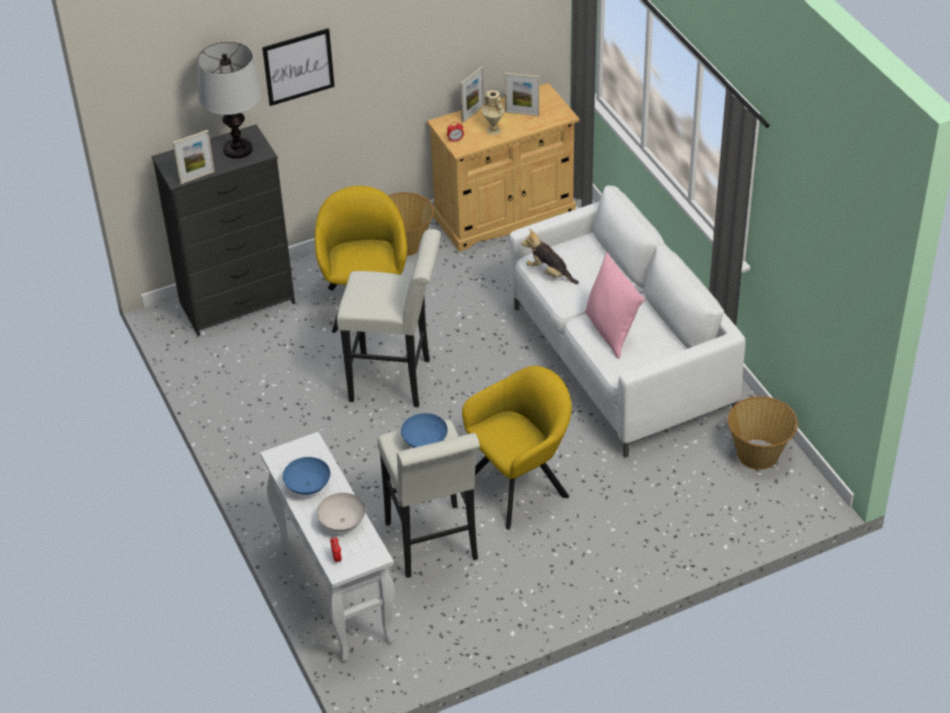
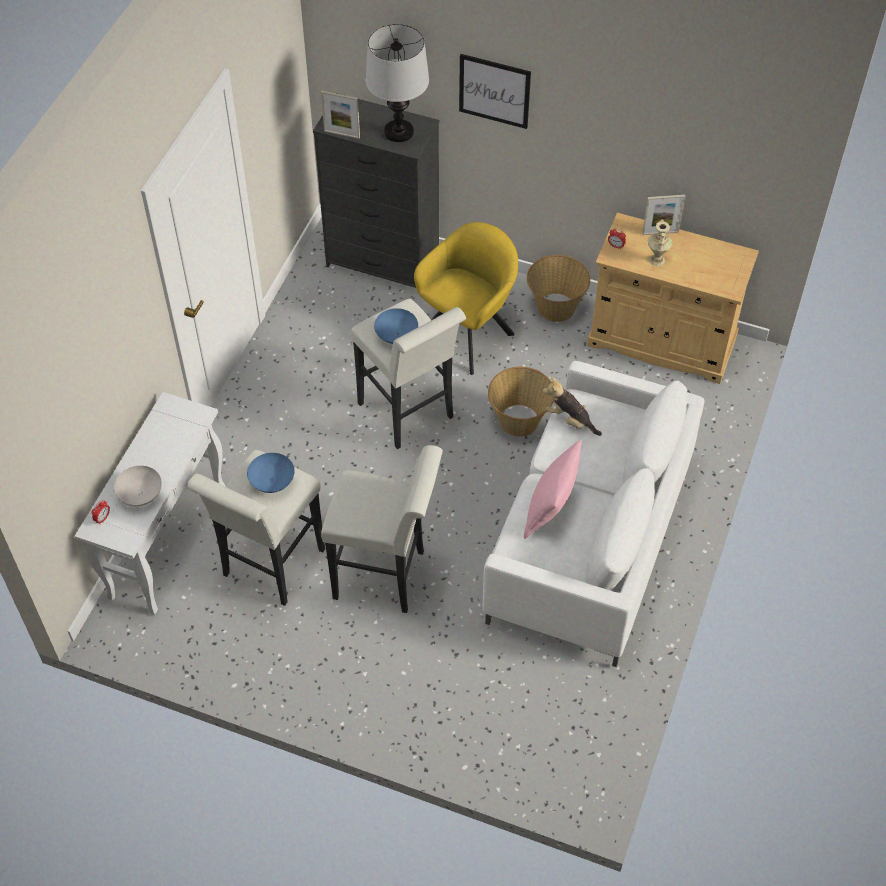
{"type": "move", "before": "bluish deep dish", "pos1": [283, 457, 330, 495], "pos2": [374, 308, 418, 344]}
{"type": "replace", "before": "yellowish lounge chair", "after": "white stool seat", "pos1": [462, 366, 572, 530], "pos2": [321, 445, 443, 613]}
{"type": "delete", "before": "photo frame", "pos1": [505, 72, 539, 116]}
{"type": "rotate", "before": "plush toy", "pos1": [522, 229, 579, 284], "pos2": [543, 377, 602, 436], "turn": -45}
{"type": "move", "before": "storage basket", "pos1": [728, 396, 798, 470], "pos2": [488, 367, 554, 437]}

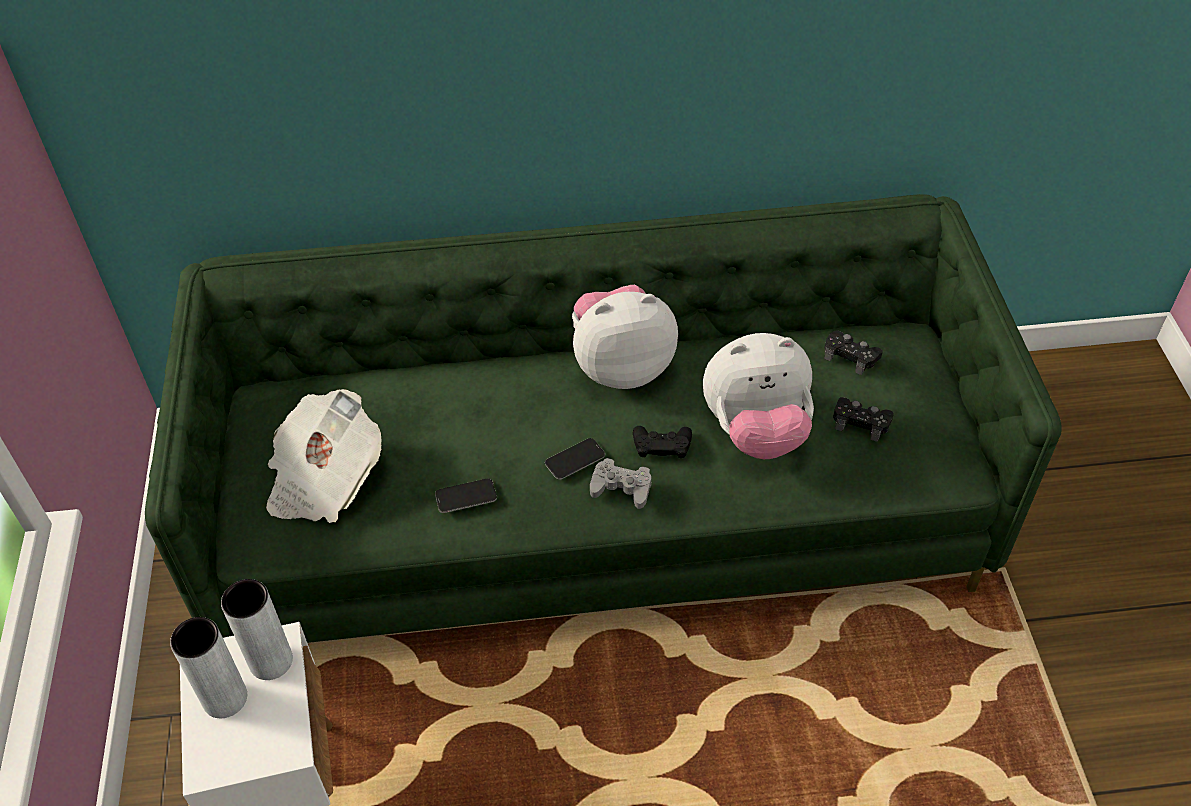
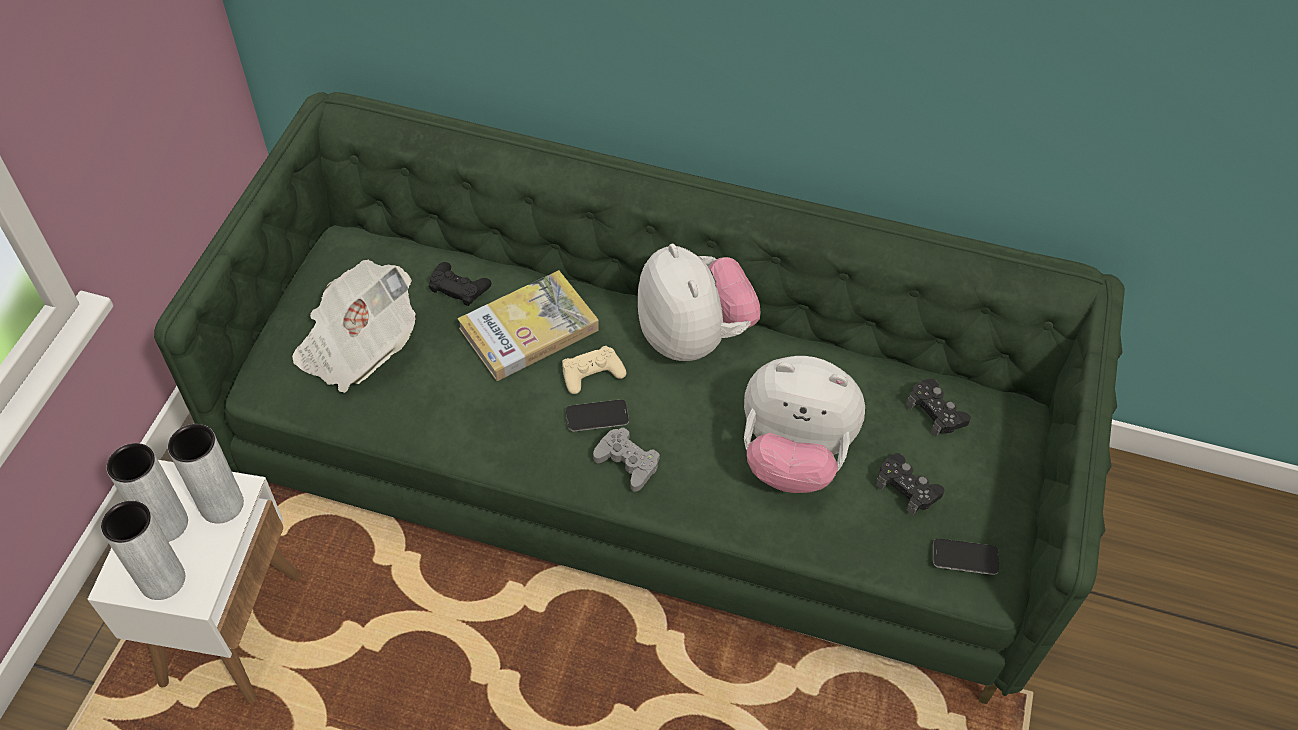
{"type": "move", "before": "telephone", "pos1": [435, 478, 497, 513], "pos2": [933, 539, 999, 575]}
{"type": "rotate", "before": "plush toy", "pos1": [572, 285, 678, 389], "pos2": [638, 244, 760, 361], "turn": 60}
{"type": "move", "before": "black gamepad", "pos1": [633, 426, 692, 458], "pos2": [428, 262, 491, 306]}
{"type": "insert", "after": "greyish flower vase", "pos2": [101, 501, 185, 600]}
{"type": "insert", "after": "bound book", "pos2": [457, 270, 599, 381]}
{"type": "insert", "after": "beige gamepad", "pos2": [562, 346, 626, 394]}

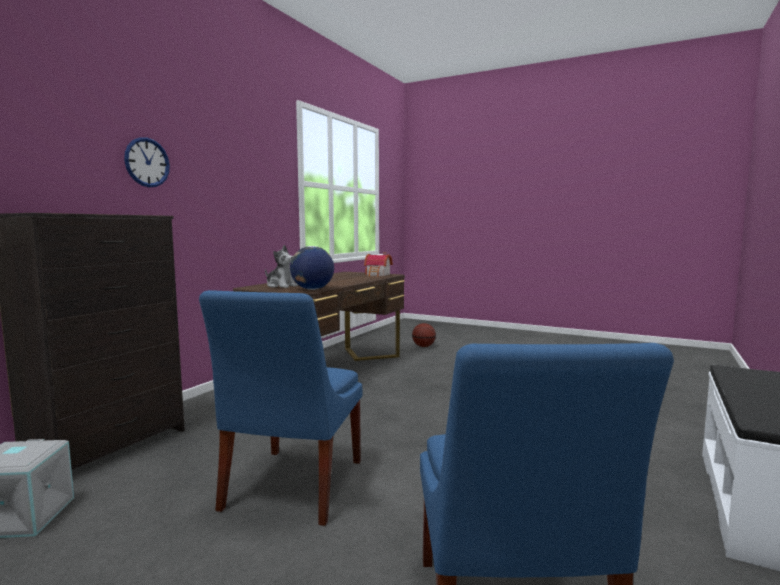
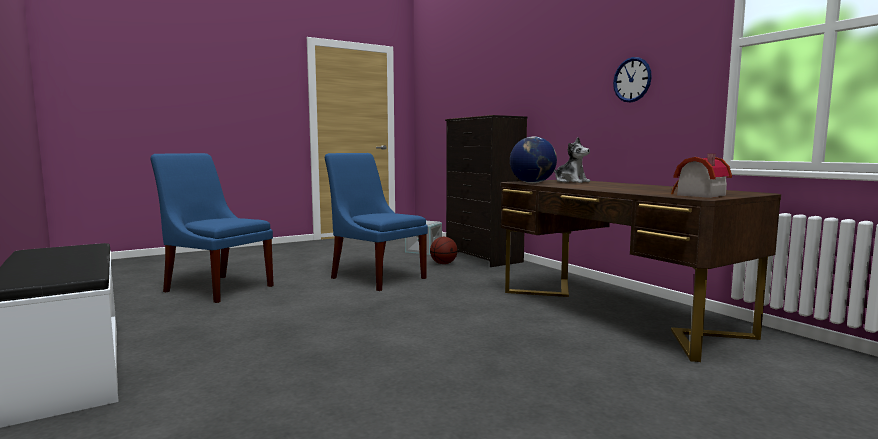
{"type": "move", "before": "hanging clock", "pos1": [124, 137, 170, 187], "pos2": [613, 57, 652, 102]}
{"type": "rotate", "before": "plush toy", "pos1": [265, 245, 298, 288], "pos2": [554, 137, 590, 183], "turn": -105}
{"type": "move", "before": "basketball ball", "pos1": [412, 323, 436, 347], "pos2": [430, 237, 458, 264]}

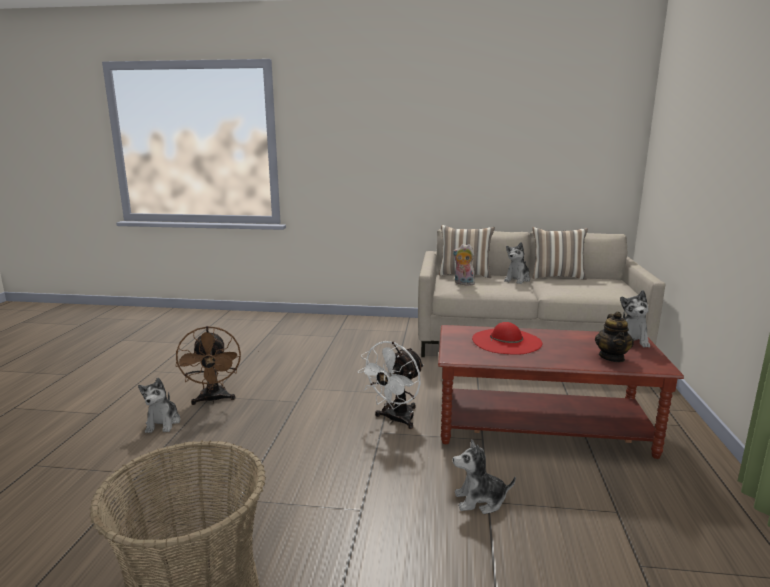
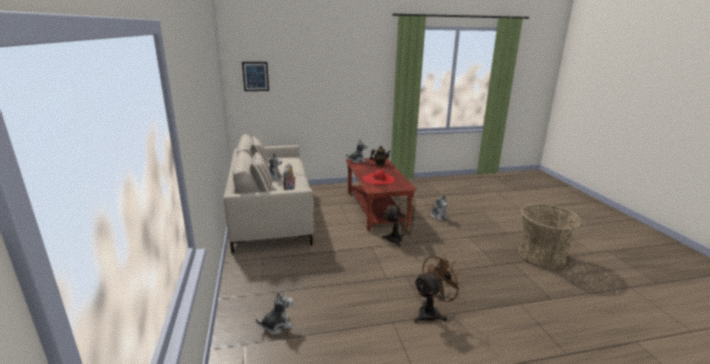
{"type": "move", "before": "plush toy", "pos1": [138, 378, 181, 433], "pos2": [256, 291, 293, 334]}
{"type": "recolor", "before": "white electric fan", "after": "brown electric fan", "pos1": [358, 341, 424, 429], "pos2": [382, 198, 416, 247]}
{"type": "insert", "after": "wall picture", "pos2": [242, 62, 269, 91]}

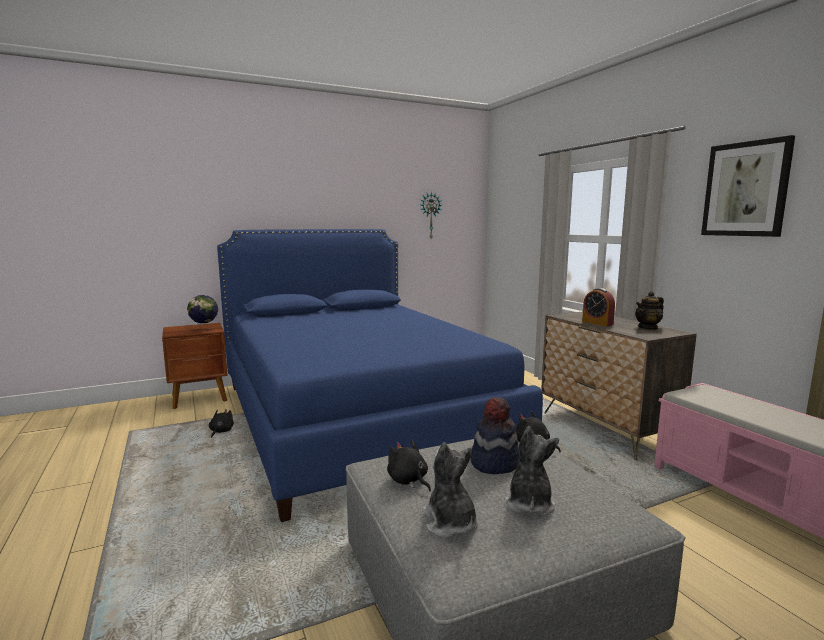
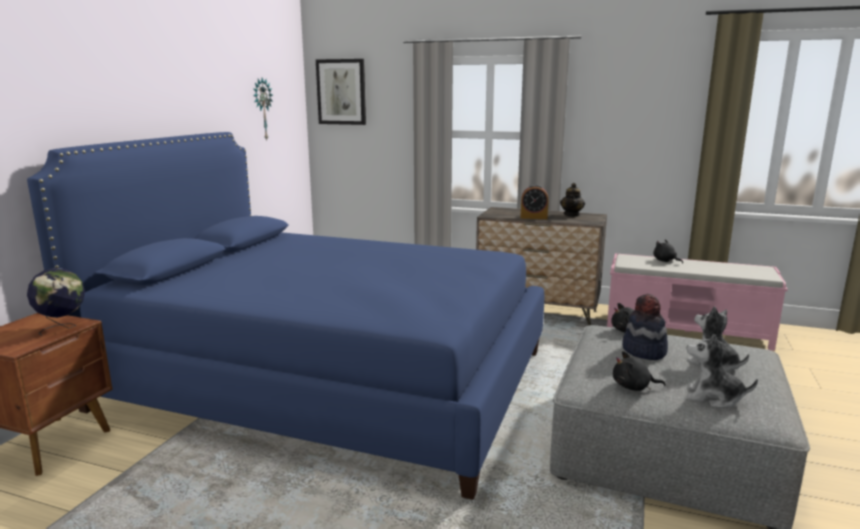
{"type": "move", "before": "black plush toy", "pos1": [209, 409, 234, 438], "pos2": [653, 239, 683, 264]}
{"type": "move", "before": "wall picture", "pos1": [701, 135, 795, 237], "pos2": [316, 59, 366, 125]}

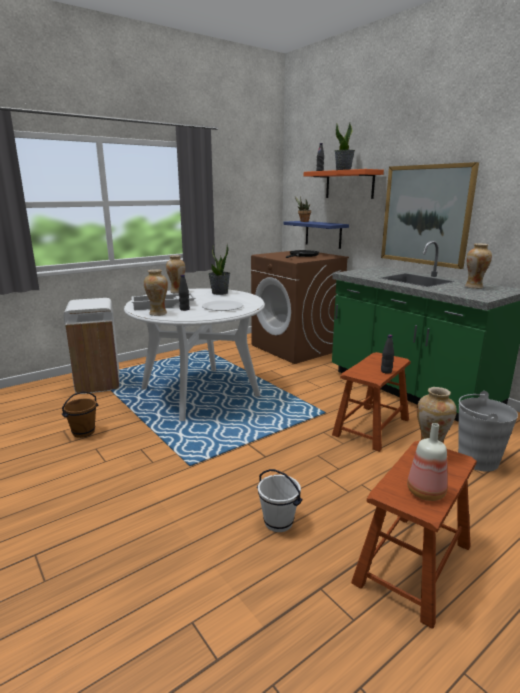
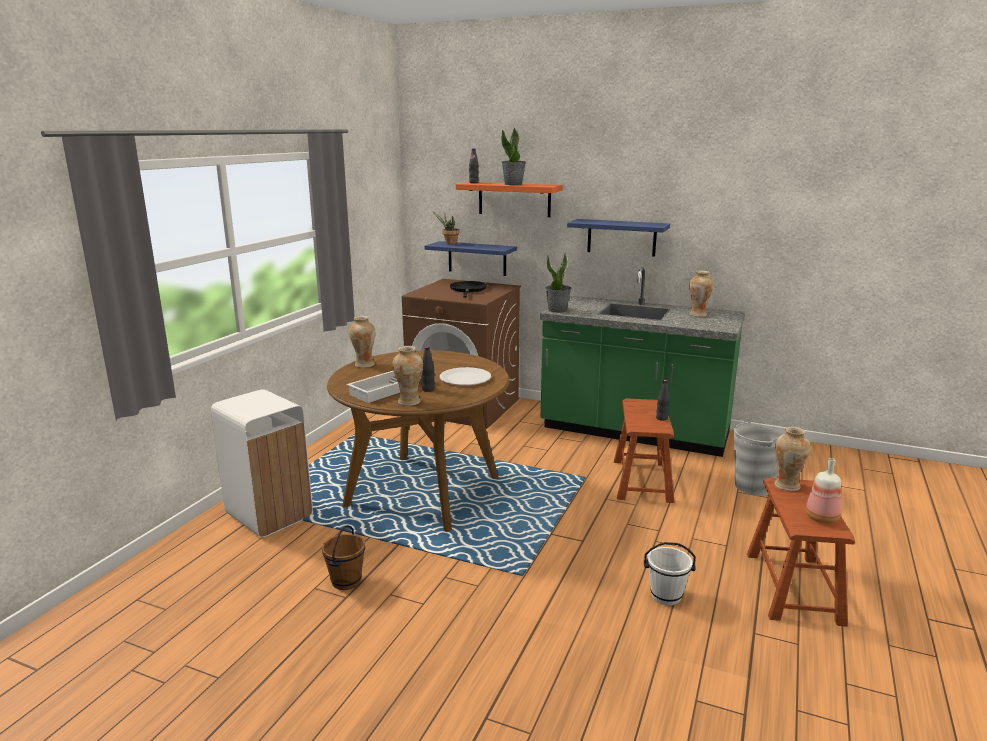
{"type": "recolor", "before": "white dining table", "after": "brown dining table", "pos1": [124, 288, 265, 421], "pos2": [327, 350, 510, 532]}
{"type": "move", "before": "houseplant", "pos1": [209, 244, 230, 295], "pos2": [546, 253, 571, 313]}
{"type": "replace", "before": "wall picture", "after": "bluish wall shelf", "pos1": [381, 162, 479, 269], "pos2": [567, 219, 670, 257]}

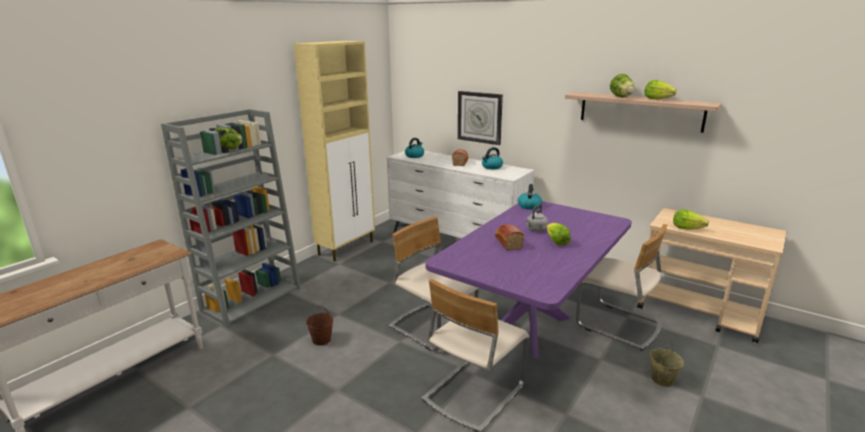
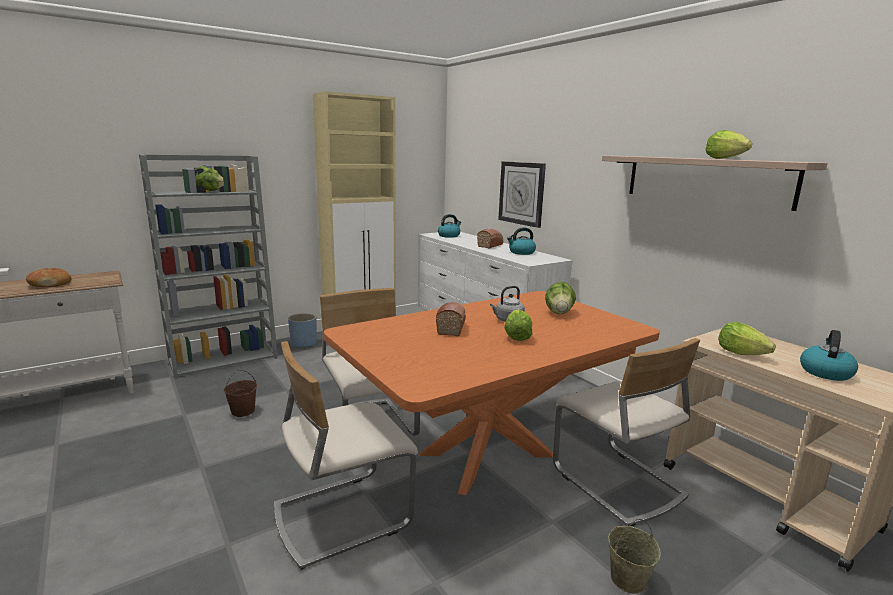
{"type": "recolor", "before": "purple dining table", "after": "orange-coloured dining table", "pos1": [426, 201, 632, 359], "pos2": [324, 291, 660, 495]}
{"type": "move", "before": "tea kettle", "pos1": [518, 184, 542, 210], "pos2": [800, 330, 858, 381]}
{"type": "move", "before": "head of lettuce", "pos1": [610, 74, 634, 97], "pos2": [545, 282, 576, 315]}
{"type": "insert", "after": "baked bread", "pos2": [26, 268, 72, 287]}
{"type": "insert", "after": "bluish planter", "pos2": [288, 313, 317, 348]}

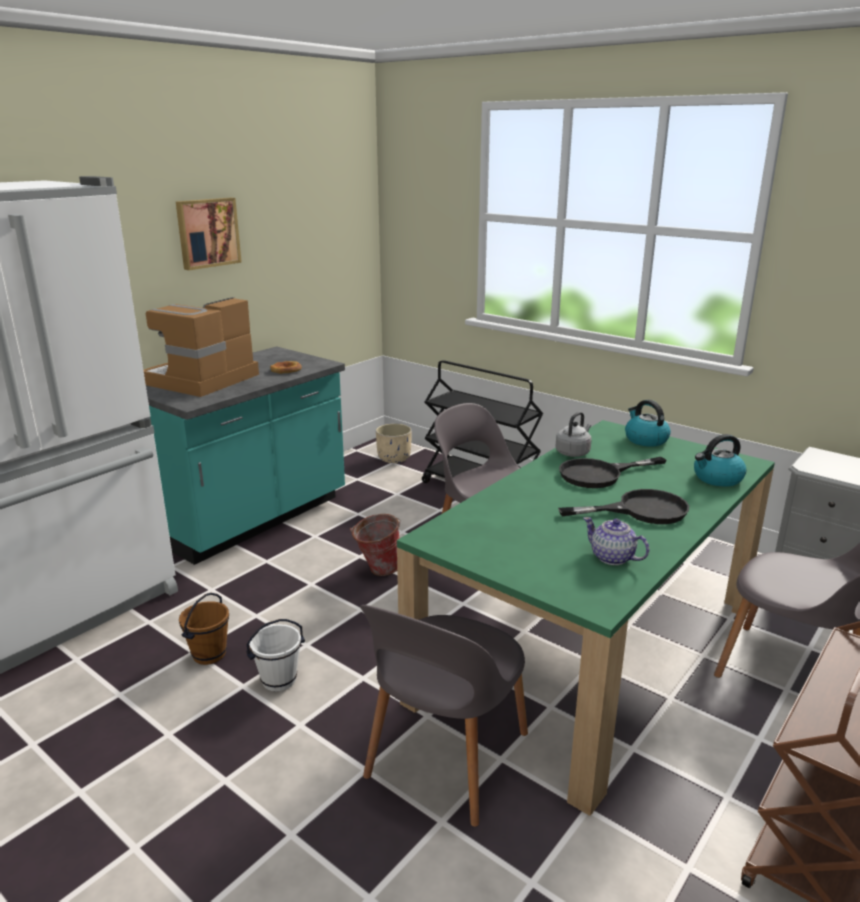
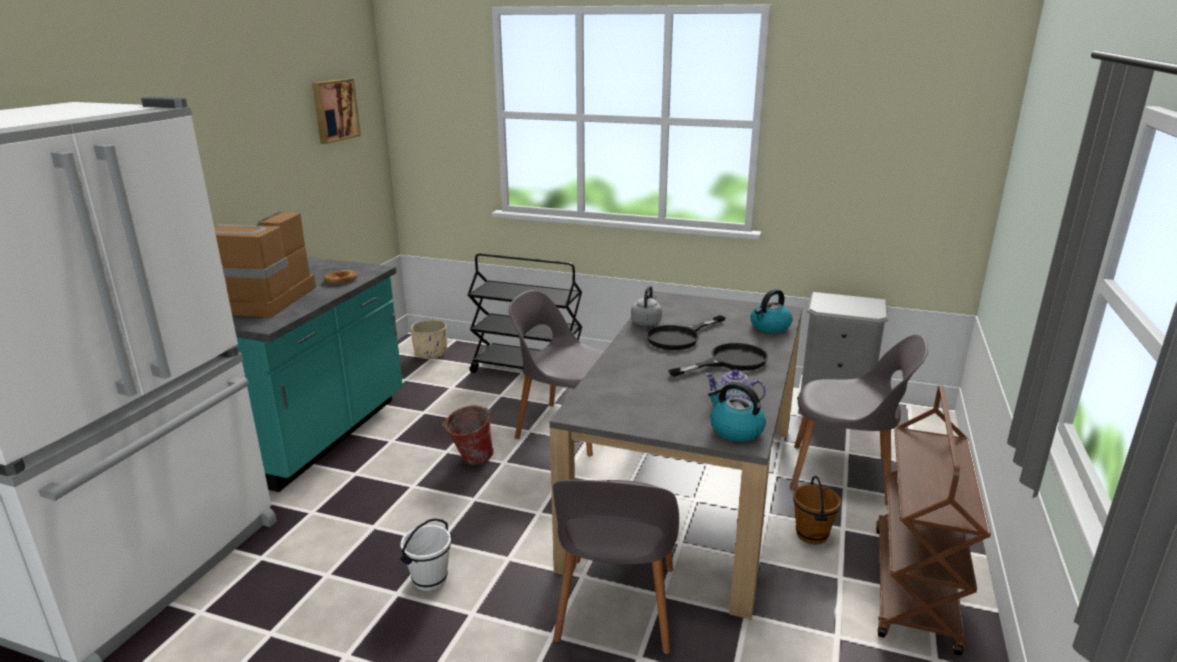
{"type": "move", "before": "wall picture", "pos1": [176, 198, 242, 270], "pos2": [312, 78, 361, 144]}
{"type": "move", "before": "brown bucket", "pos1": [179, 593, 229, 665], "pos2": [793, 476, 841, 544]}
{"type": "recolor", "before": "green dining table", "after": "greyish dining table", "pos1": [397, 420, 775, 816], "pos2": [549, 291, 802, 619]}
{"type": "move", "before": "tea kettle", "pos1": [625, 400, 671, 447], "pos2": [708, 382, 766, 442]}

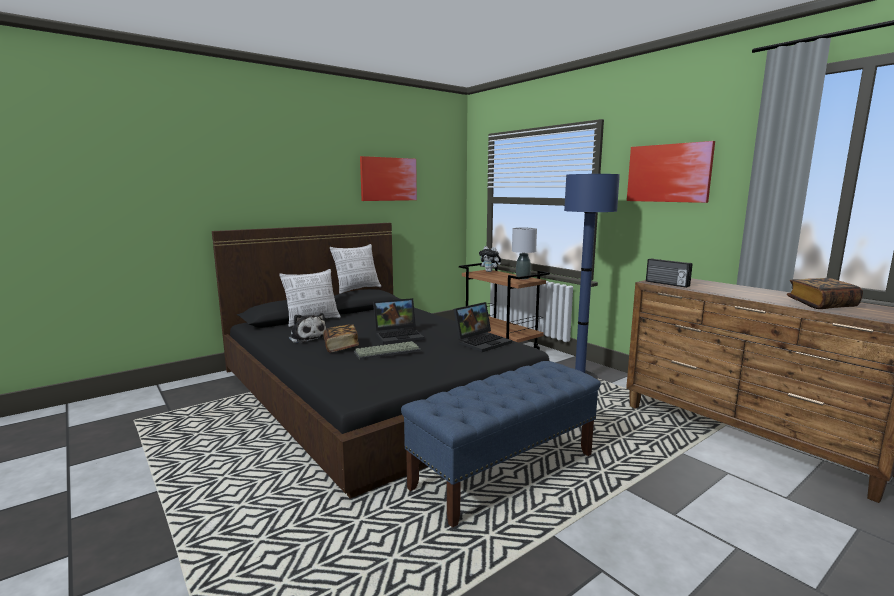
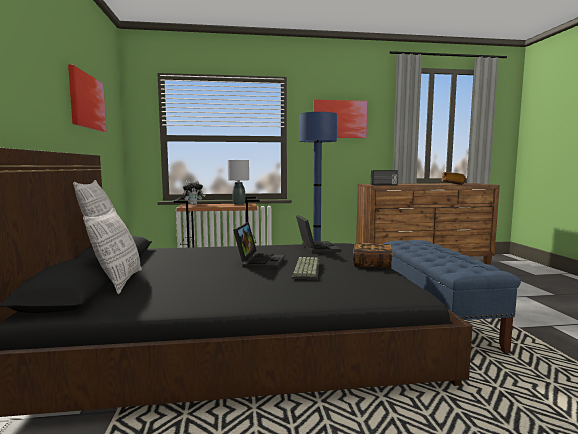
{"type": "delete", "before": "plush toy", "pos1": [288, 313, 326, 343]}
{"type": "move", "before": "bound book", "pos1": [323, 324, 359, 353], "pos2": [353, 243, 393, 268]}

